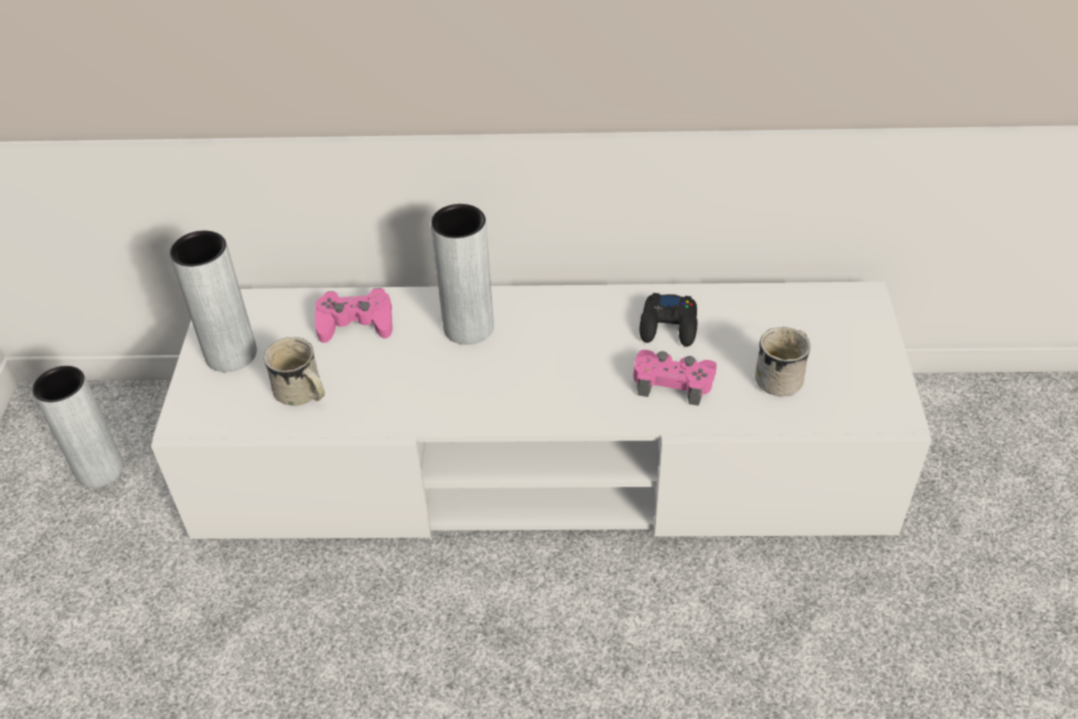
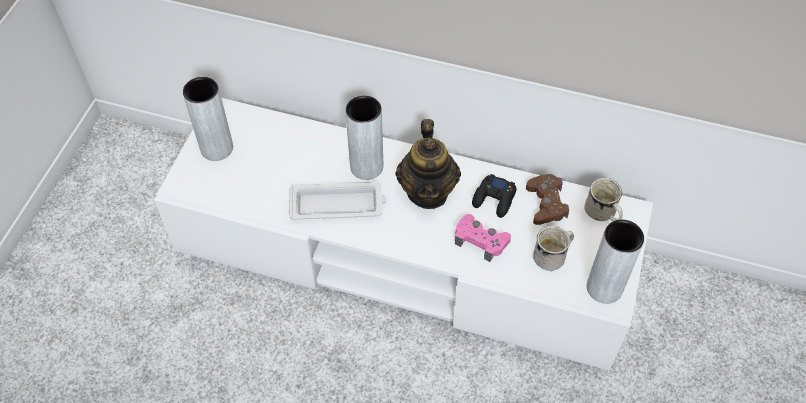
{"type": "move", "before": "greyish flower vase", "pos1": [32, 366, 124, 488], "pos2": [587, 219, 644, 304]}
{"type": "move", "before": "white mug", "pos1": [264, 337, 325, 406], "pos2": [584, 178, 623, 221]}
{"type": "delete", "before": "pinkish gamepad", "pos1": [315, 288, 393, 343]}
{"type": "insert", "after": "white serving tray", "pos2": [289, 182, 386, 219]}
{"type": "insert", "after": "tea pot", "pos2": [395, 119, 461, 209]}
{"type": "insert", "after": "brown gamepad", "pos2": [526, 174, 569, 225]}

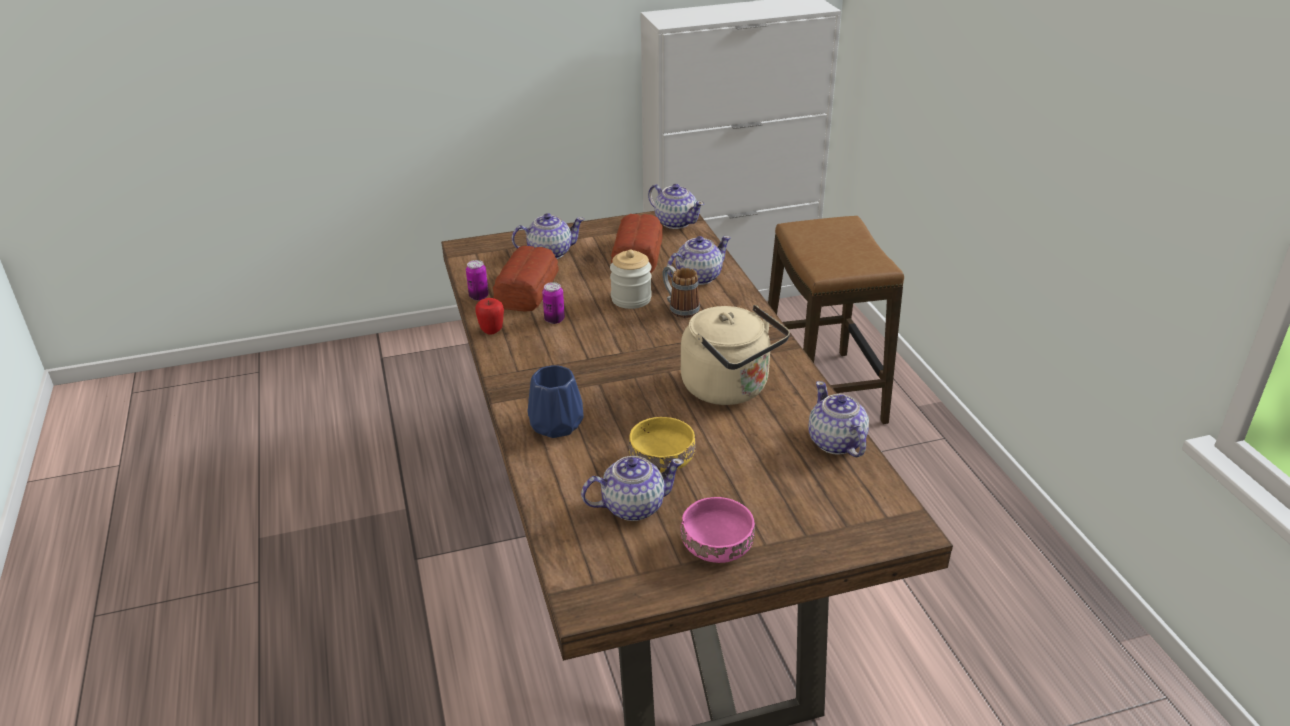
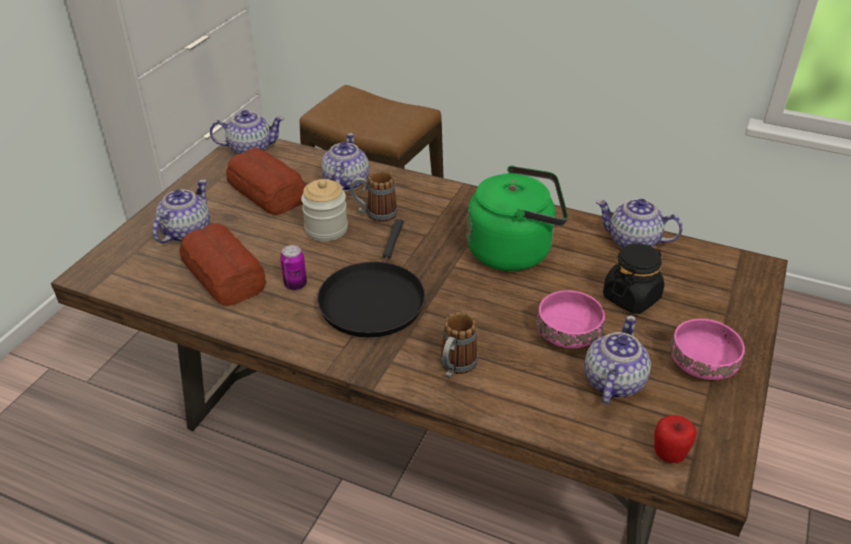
{"type": "delete", "before": "metal can", "pos1": [466, 260, 489, 300]}
{"type": "move", "before": "whole apple", "pos1": [475, 298, 504, 335], "pos2": [654, 415, 697, 463]}
{"type": "replace", "before": "bluish flower vase", "after": "mug", "pos1": [527, 365, 584, 438], "pos2": [440, 312, 478, 378]}
{"type": "recolor", "before": "yellowish deep dish", "after": "pinkish deep dish", "pos1": [629, 417, 696, 473], "pos2": [537, 290, 605, 348]}
{"type": "recolor", "before": "beige tea kettle", "after": "green tea kettle", "pos1": [681, 305, 790, 405], "pos2": [467, 166, 568, 271]}
{"type": "insert", "after": "black skillet", "pos2": [317, 219, 425, 338]}
{"type": "insert", "after": "black jar", "pos2": [603, 243, 664, 314]}

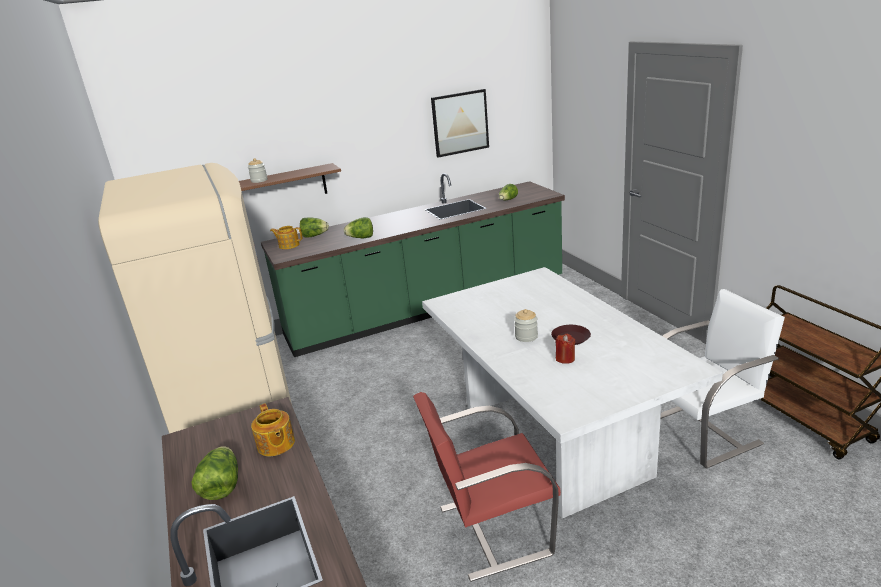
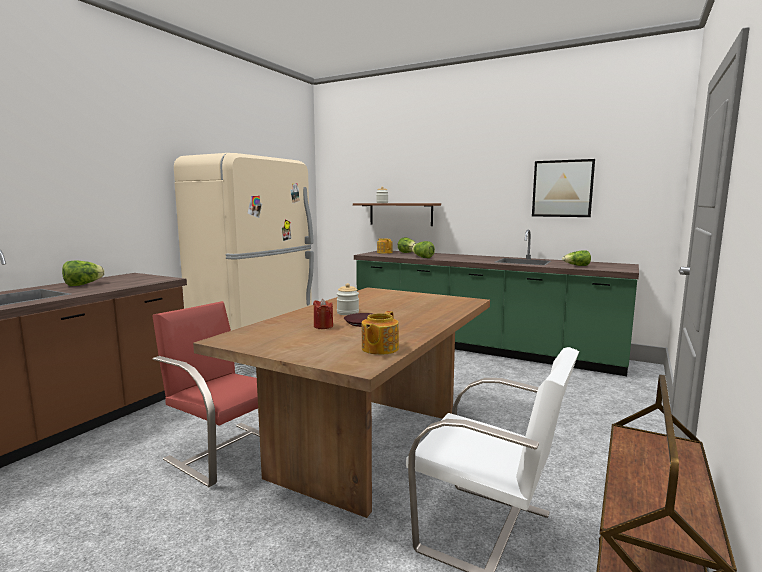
{"type": "move", "before": "tea pot", "pos1": [251, 403, 295, 456], "pos2": [362, 311, 399, 355]}
{"type": "recolor", "before": "white dining table", "after": "brown dining table", "pos1": [422, 267, 723, 518], "pos2": [193, 287, 490, 518]}

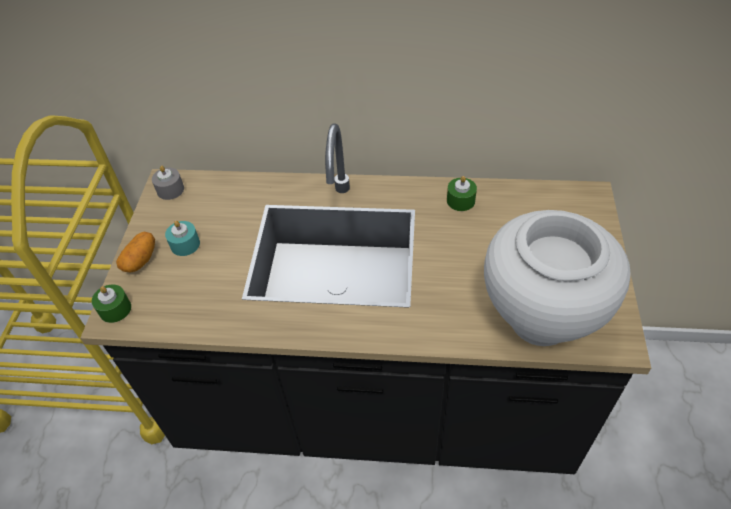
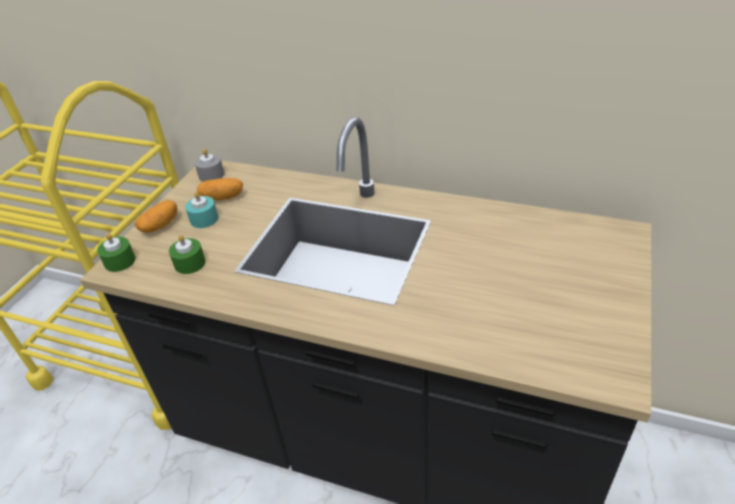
{"type": "move", "before": "green candle", "pos1": [447, 176, 477, 211], "pos2": [169, 235, 206, 274]}
{"type": "delete", "before": "white flower vase", "pos1": [484, 210, 631, 346]}
{"type": "insert", "after": "spud", "pos2": [197, 178, 243, 200]}

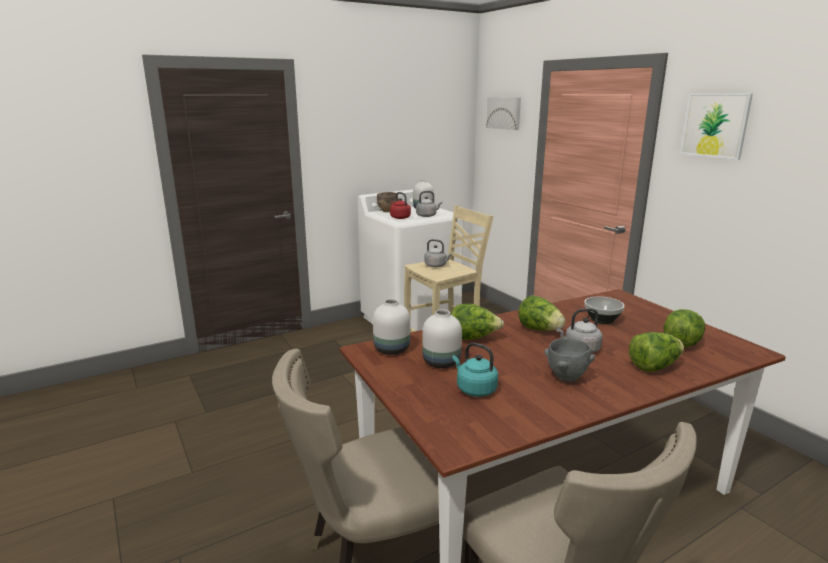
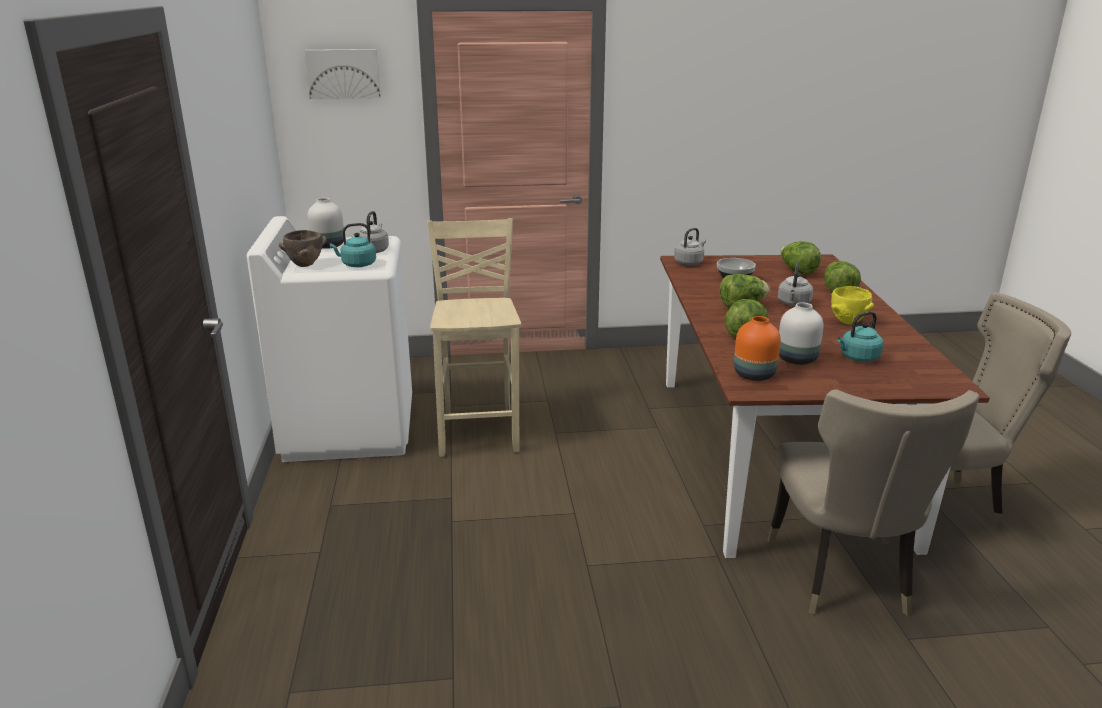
{"type": "recolor", "before": "white flower vase", "after": "orange-coloured flower vase", "pos1": [373, 299, 410, 355], "pos2": [734, 316, 781, 381]}
{"type": "recolor", "before": "red-coloured tea kettle", "after": "blue-green tea kettle", "pos1": [390, 192, 411, 219], "pos2": [330, 223, 376, 267]}
{"type": "move", "before": "greyish tea kettle", "pos1": [424, 239, 452, 267], "pos2": [674, 228, 706, 266]}
{"type": "recolor", "before": "greyish deep dish", "after": "yellowish deep dish", "pos1": [544, 338, 595, 381], "pos2": [831, 286, 874, 324]}
{"type": "delete", "before": "wall picture", "pos1": [680, 93, 753, 160]}

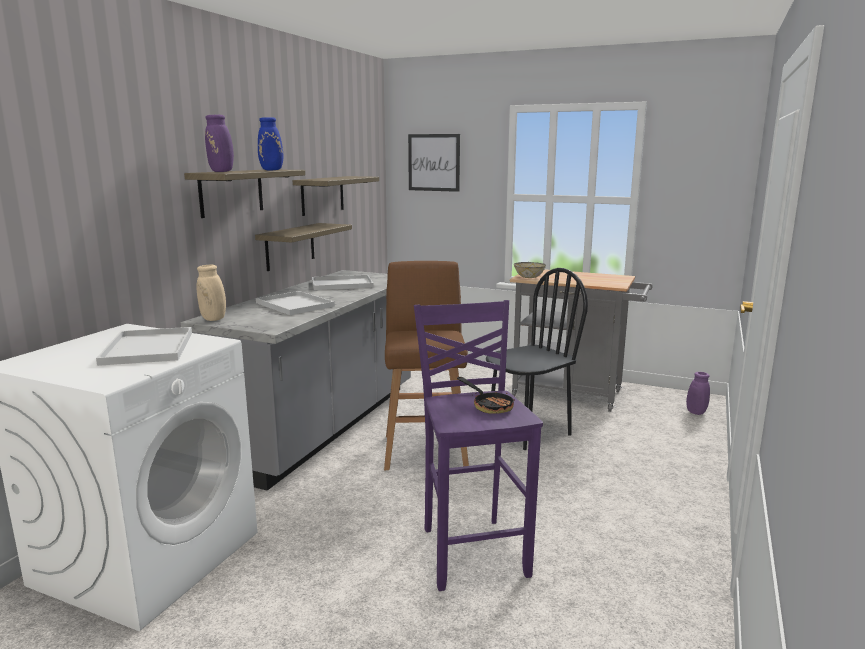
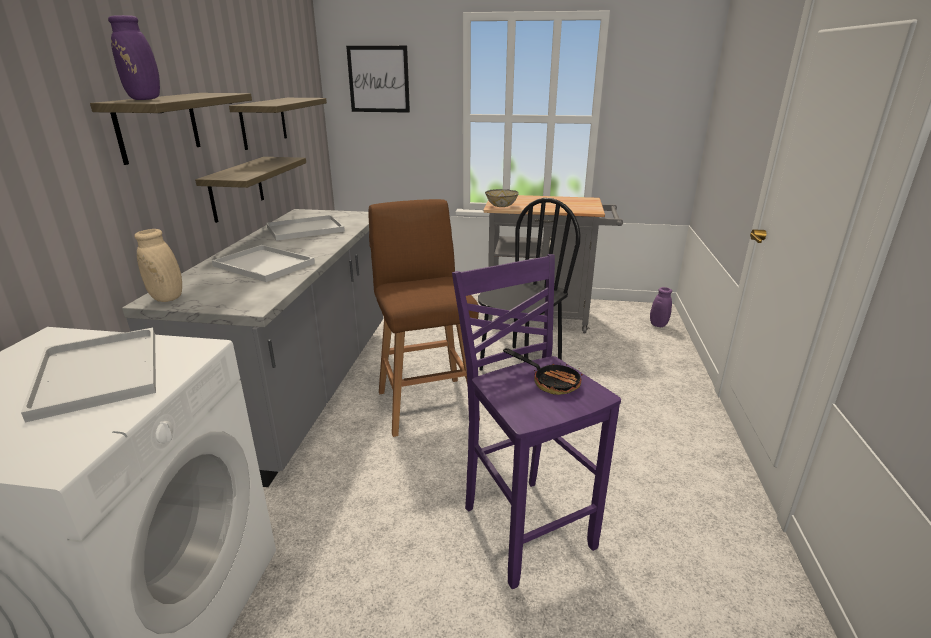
{"type": "delete", "before": "bluish flower vase", "pos1": [258, 117, 283, 170]}

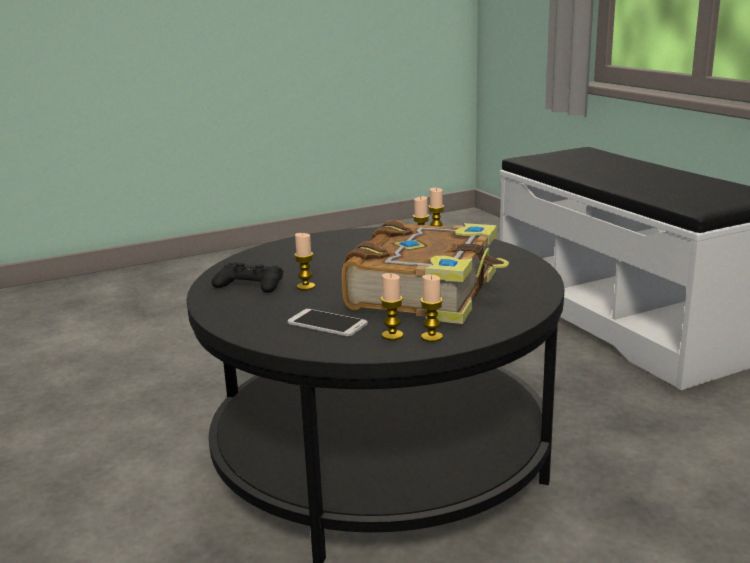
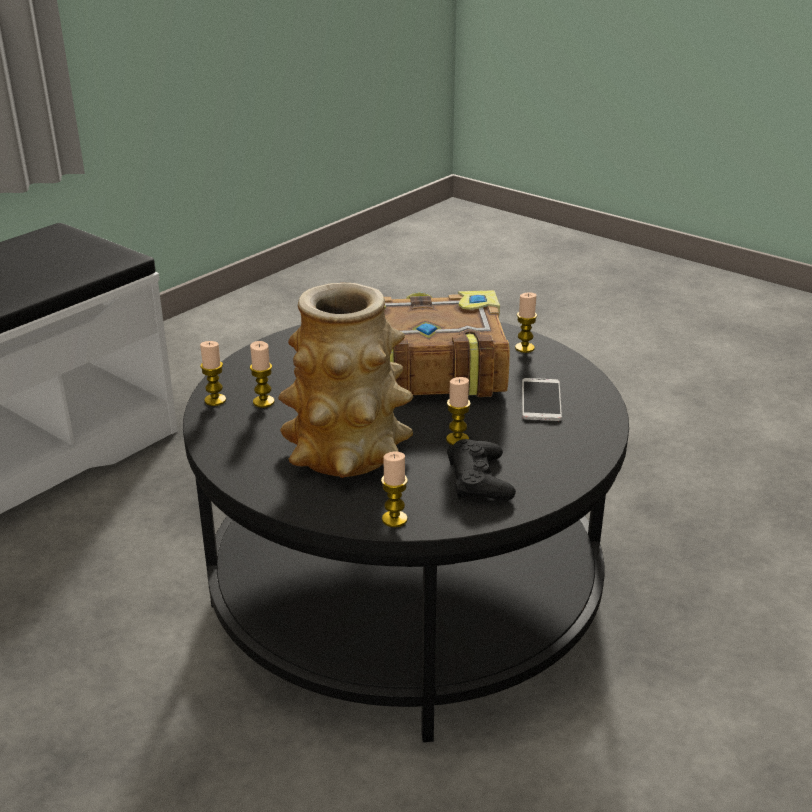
{"type": "move", "before": "candle", "pos1": [380, 273, 403, 340], "pos2": [381, 452, 408, 527]}
{"type": "insert", "after": "flower vase", "pos2": [278, 283, 413, 478]}

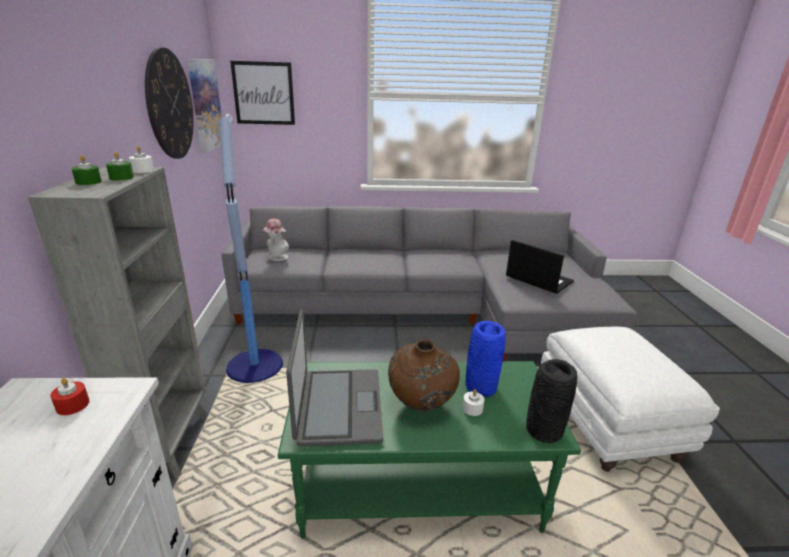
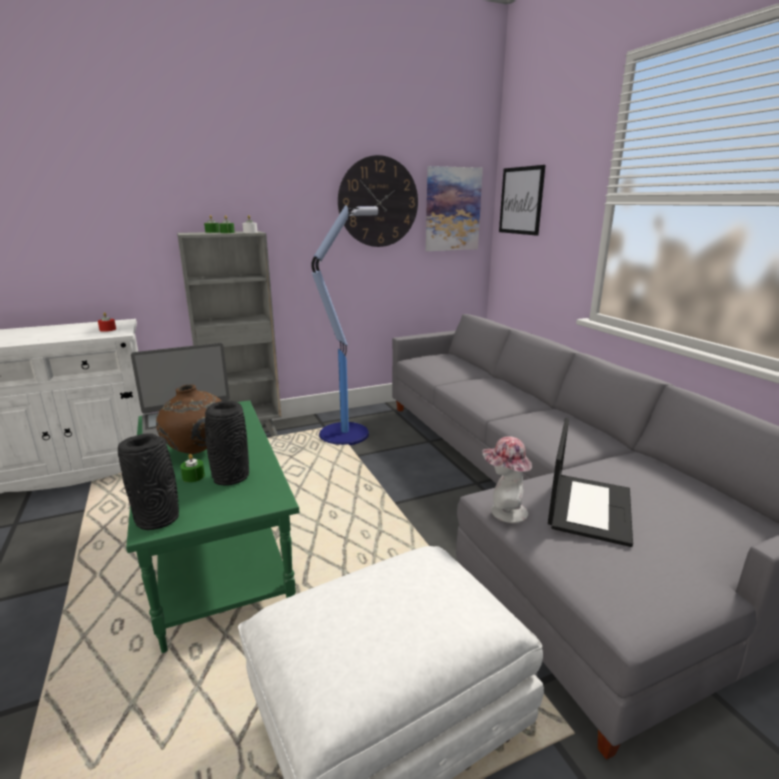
{"type": "move", "before": "hat", "pos1": [262, 219, 289, 261], "pos2": [483, 436, 532, 523]}
{"type": "recolor", "before": "white candle", "after": "green candle", "pos1": [462, 389, 484, 416], "pos2": [180, 454, 205, 482]}
{"type": "recolor", "before": "bluish flower vase", "after": "black flower vase", "pos1": [466, 321, 506, 397], "pos2": [205, 401, 249, 486]}

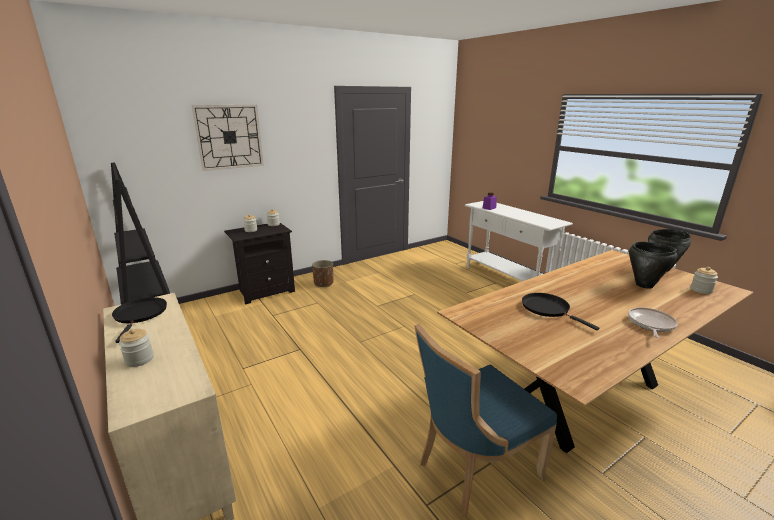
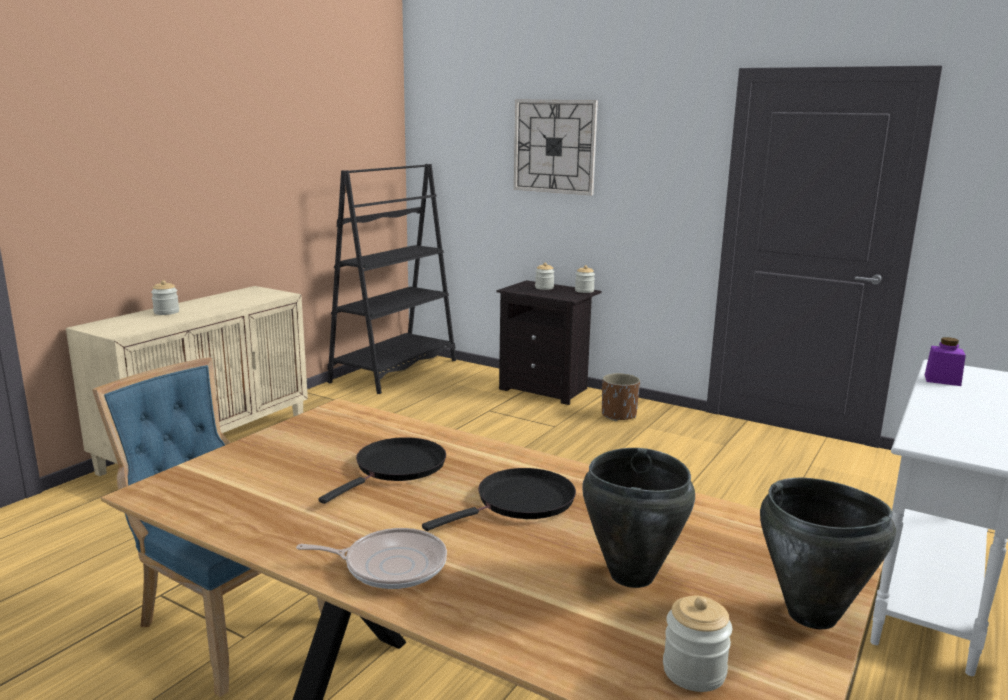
{"type": "move", "before": "black skillet", "pos1": [112, 297, 167, 343], "pos2": [422, 468, 576, 531]}

